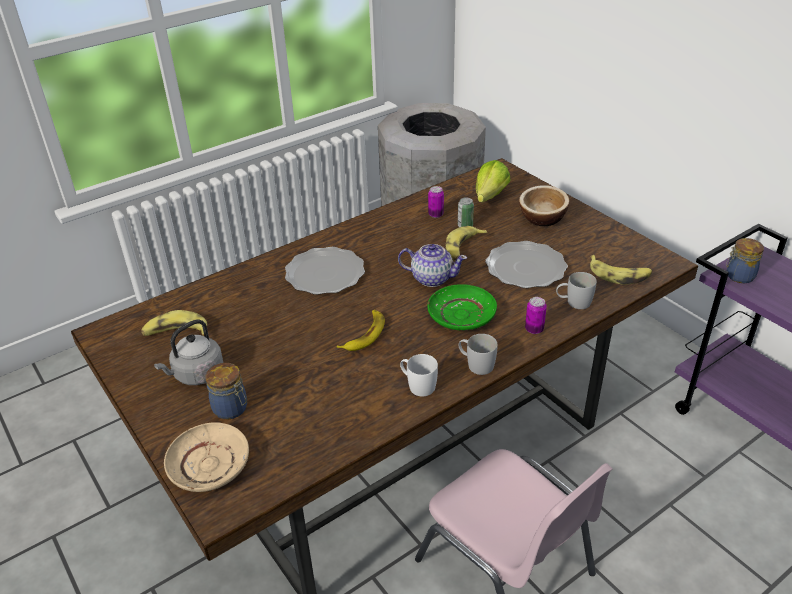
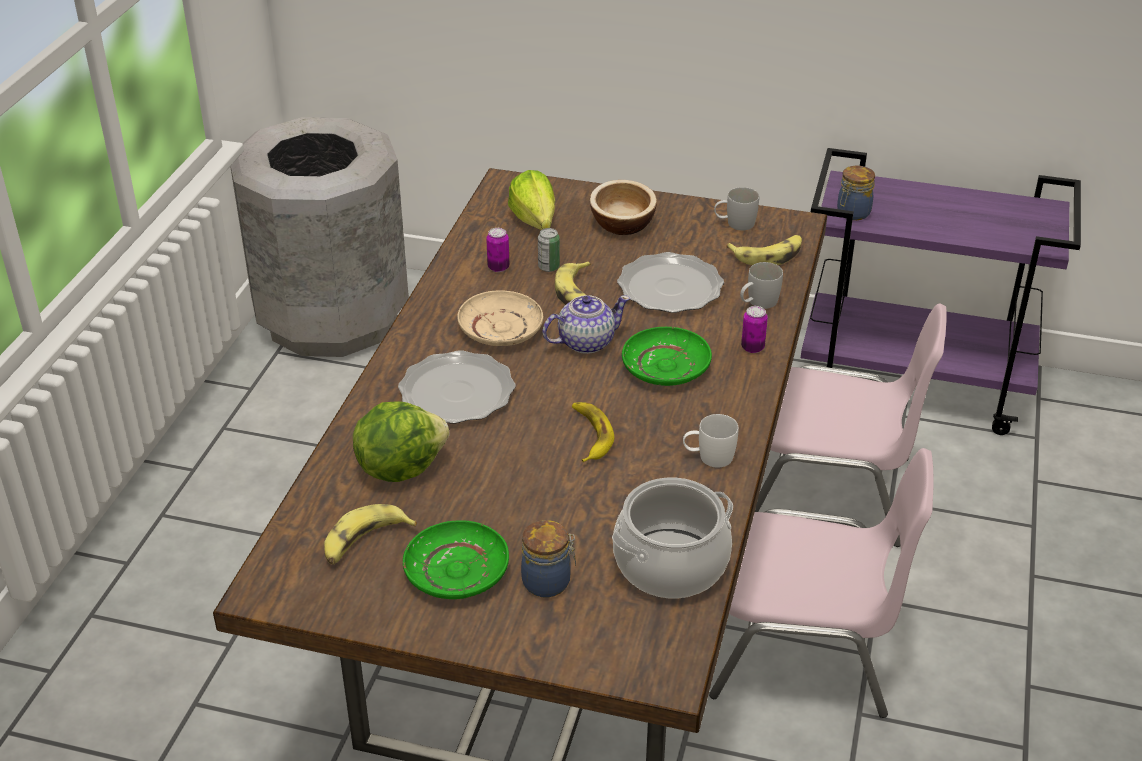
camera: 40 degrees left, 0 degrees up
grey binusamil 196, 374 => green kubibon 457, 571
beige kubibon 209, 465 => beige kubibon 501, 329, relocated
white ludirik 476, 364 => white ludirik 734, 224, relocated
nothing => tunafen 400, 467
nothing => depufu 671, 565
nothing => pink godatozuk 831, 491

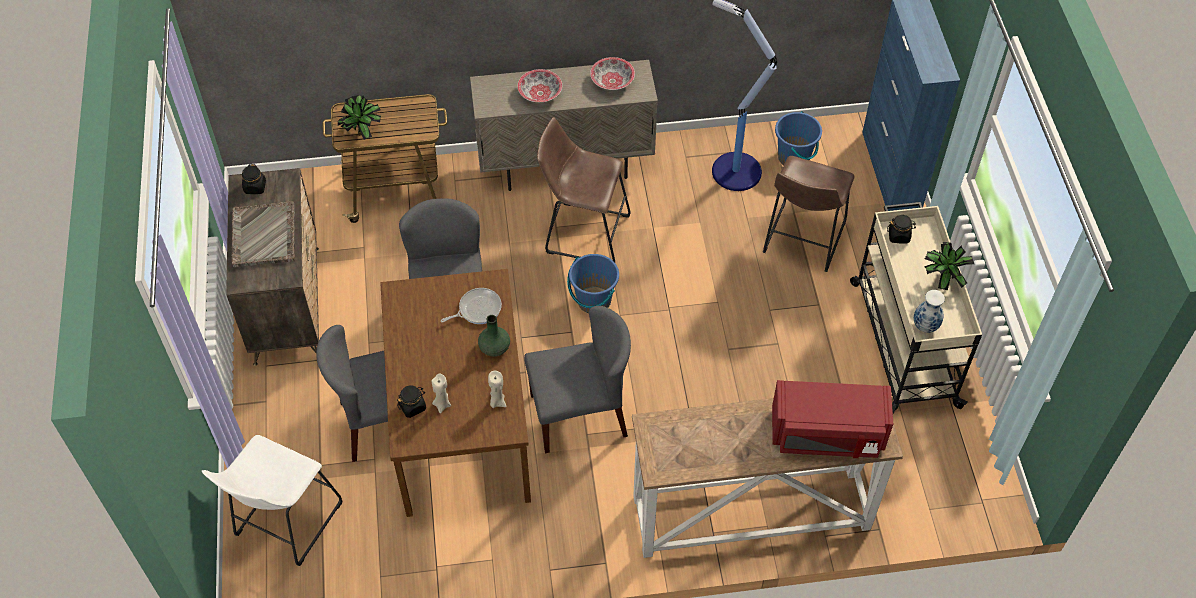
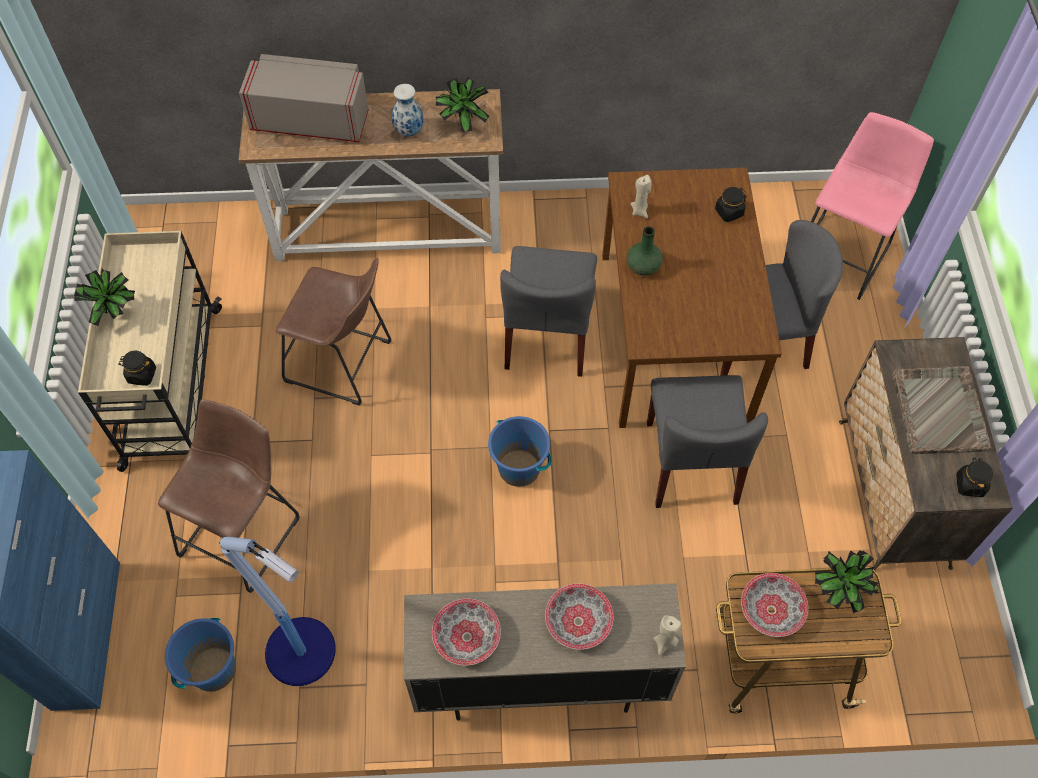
camera: 175 degrees left, 5 degrees up
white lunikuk 285, 523 => pink lunikuk 843, 253
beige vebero 442, 404 => beige vebero 665, 642, relocated
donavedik 477, 309 => nothing
grey godatozuk 579, 414 => grey godatozuk 547, 335, 75 degrees counterclockwise
brown lunikuk 582, 232 => brown lunikuk 344, 364, relocated
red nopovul 827, 435 => grey nopovul 311, 119
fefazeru 924, 326 => fefazeru 409, 131, relocated
nothing => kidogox 462, 125
nothing => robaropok 770, 610

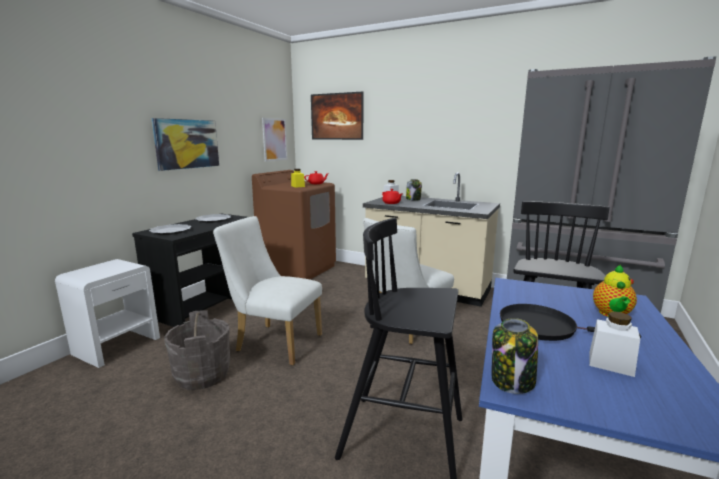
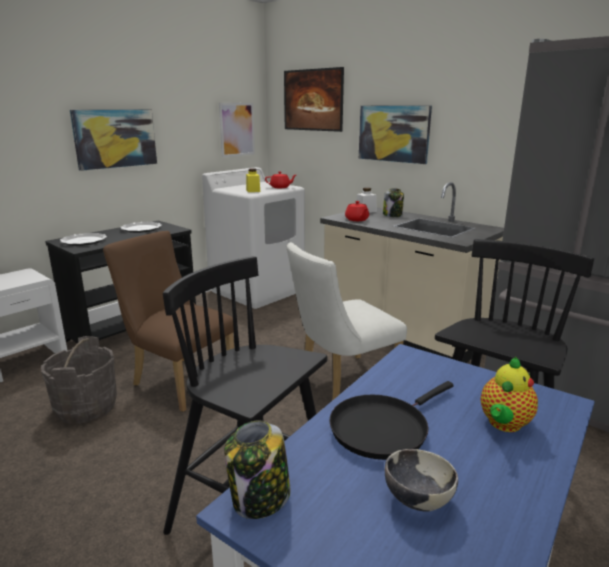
camera: 15 degrees right, 5 degrees up
white godatozuk 274, 342 => brown godatozuk 179, 380
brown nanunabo 298, 269 => white nanunabo 258, 291
black donavedik 542, 327 => black donavedik 382, 428, 75 degrees counterclockwise
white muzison 610, 363 => robaropok 417, 499
nothing => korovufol 393, 133

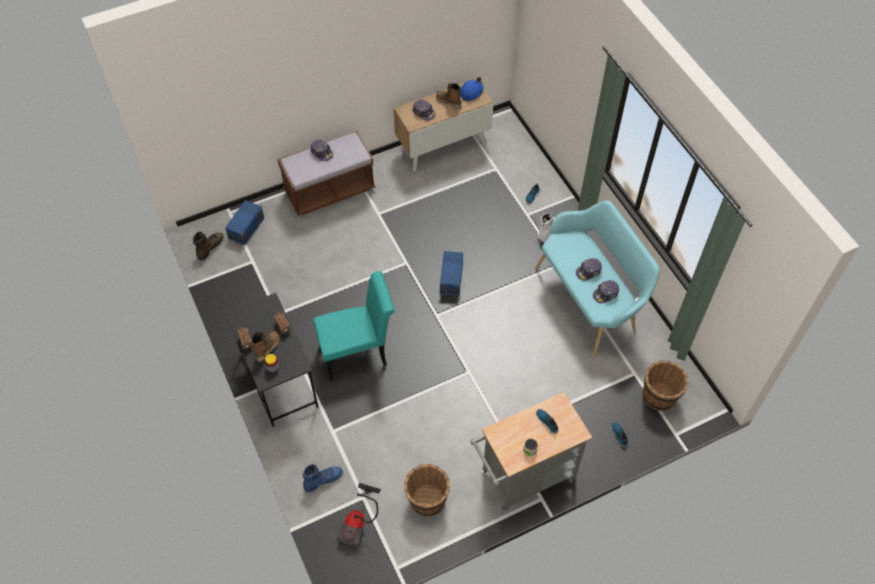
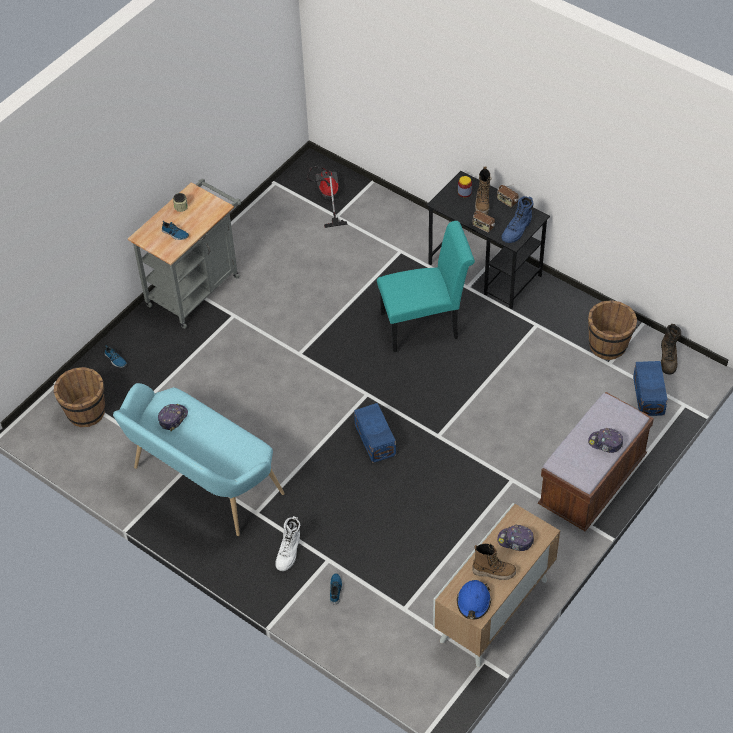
camera: 155 degrees right, 5 degrees down
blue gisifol 323, 479 => blue gisifol 517, 230, relocated
turquoise godatozuk 358, 352 => turquoise godatozuk 425, 325, 150 degrees counterclockwise
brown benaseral 427, 500 => brown benaseral 608, 345, relocated
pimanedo 588, 272 => nothing

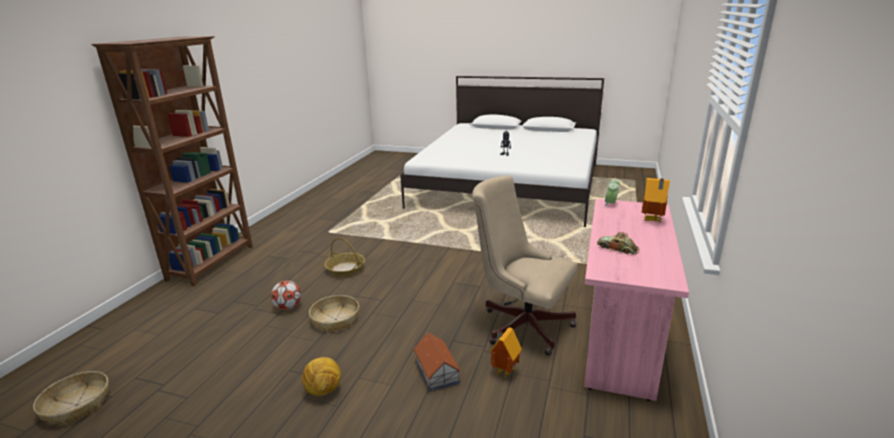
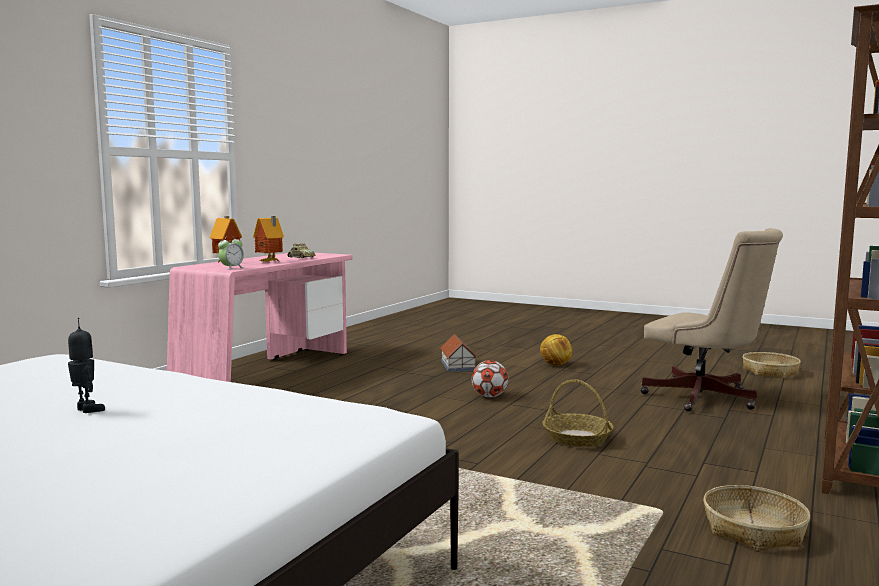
camera: 170 degrees left, 15 degrees down
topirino 288, 307 => topirino 489, 396, relocated
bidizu 335, 319 => bidizu 753, 530, relocated
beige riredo 521, 324 => beige riredo 706, 399, relocated
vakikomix 503, 371 => vakikomix 270, 262, relocated

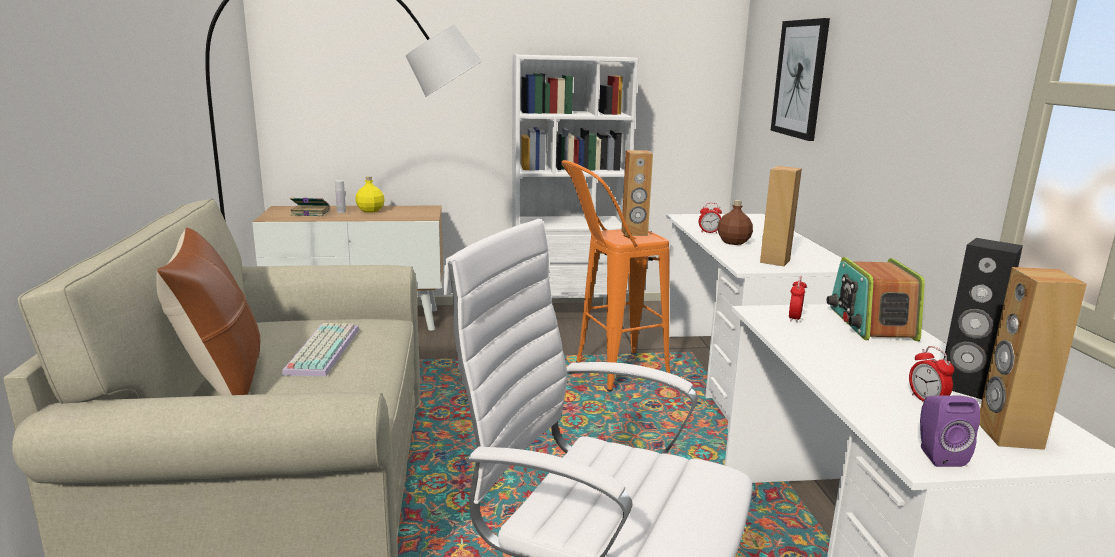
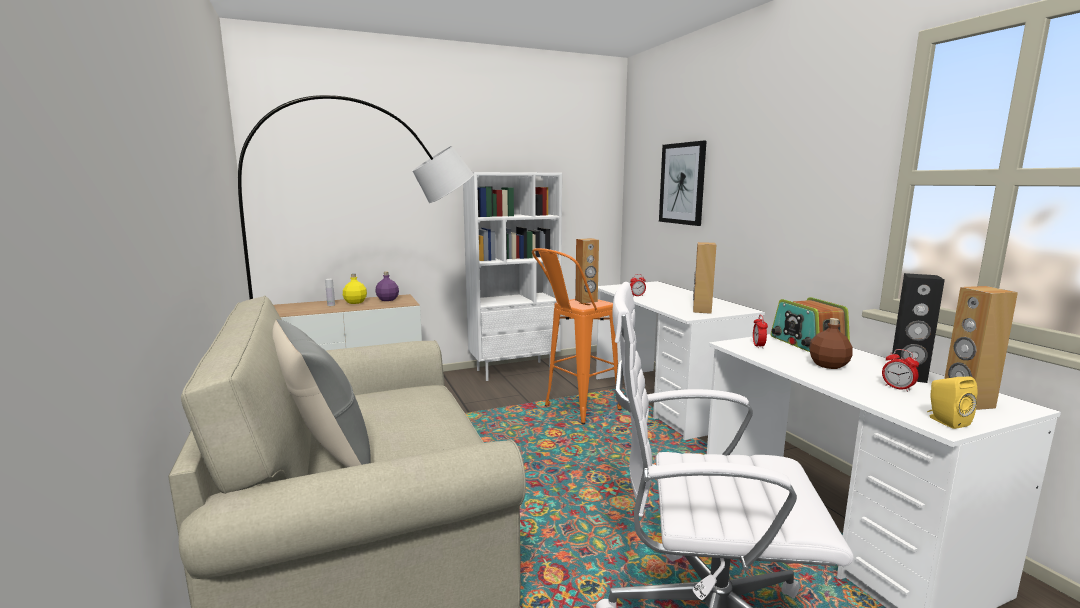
camera: 15 degrees left, 5 degrees down
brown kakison 222, 377 => grey kakison 326, 451
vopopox 321, 350 => nothing
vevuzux 309, 213 => nothing
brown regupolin 734, 242 => brown regupolin 829, 365, relocated
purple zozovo 937, 455 => yellow zozovo 945, 421
nothing => purple regupolin 387, 300

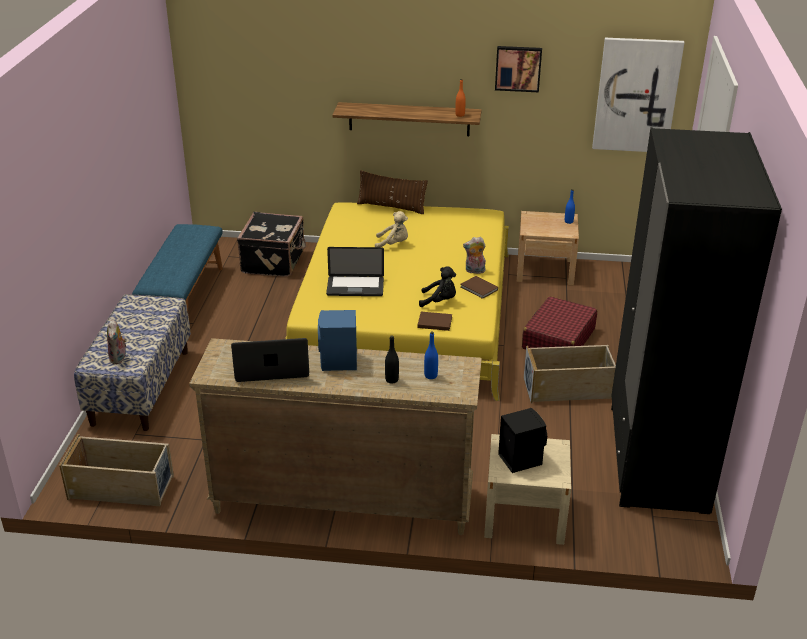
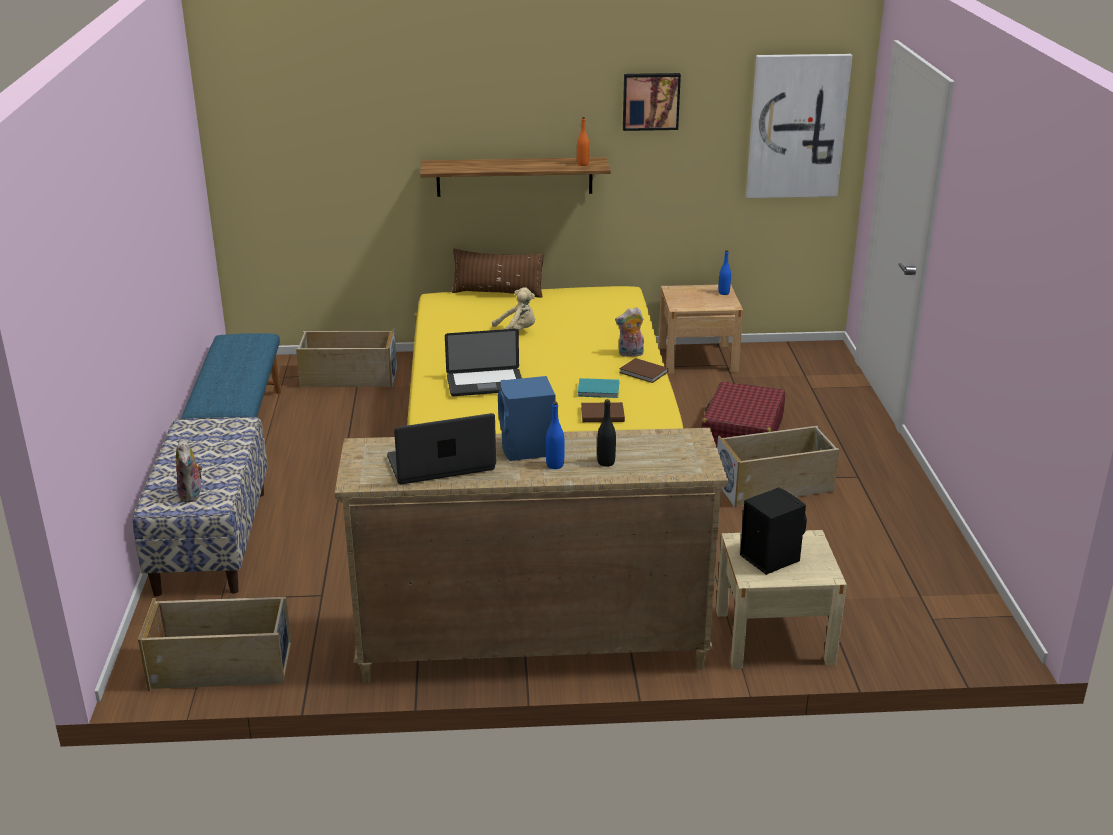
camera: 10 degrees left, 5 degrees down
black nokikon 274, 262 => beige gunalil 348, 378
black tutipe 439, 301 => turquoise vevuzux 599, 390
blue regupolin 430, 375 => blue regupolin 555, 465, relocated
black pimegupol 657, 458 => nothing

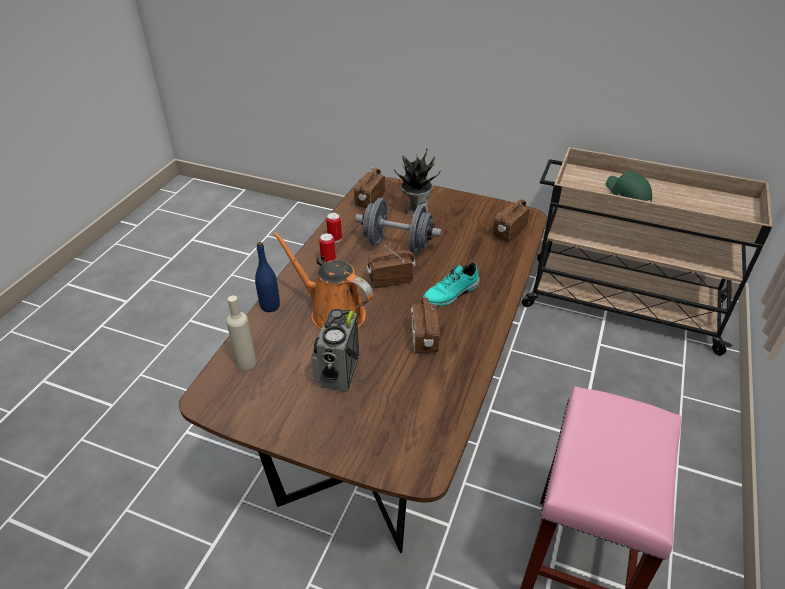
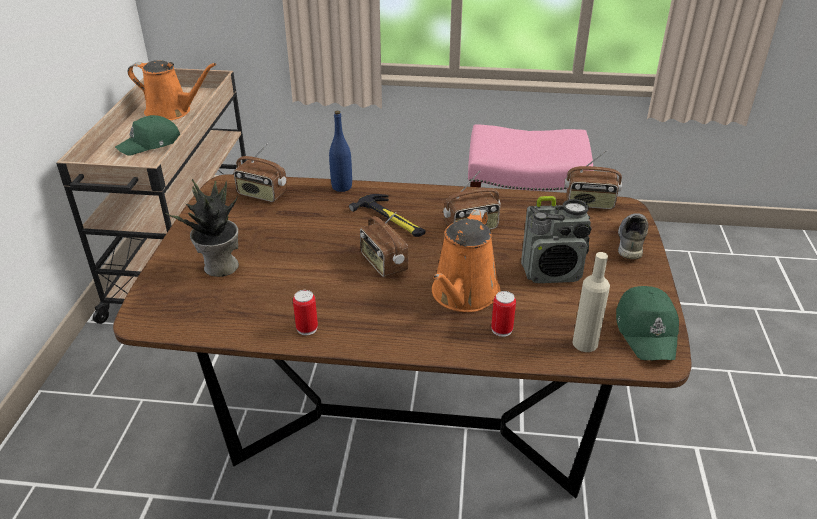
camera: 105 degrees left, 5 degrees down
blue regupolin 270, 306 => blue regupolin 342, 187, relocated
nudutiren 328, 260 => nudutiren 501, 329, relocated
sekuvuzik 369, 200 => sekuvuzik 589, 204, relocated
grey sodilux 397, 244 => nothing
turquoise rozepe 452, 294 => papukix 391, 219
nothing => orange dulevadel 172, 112
nothing => green pimanedo 647, 331
nothing => grey rozepe 630, 241

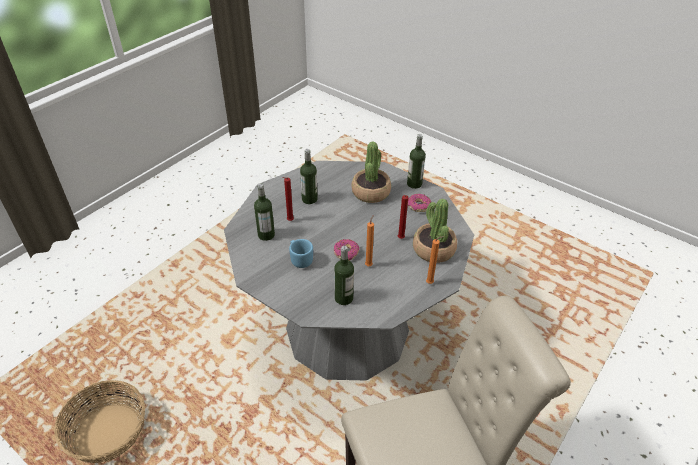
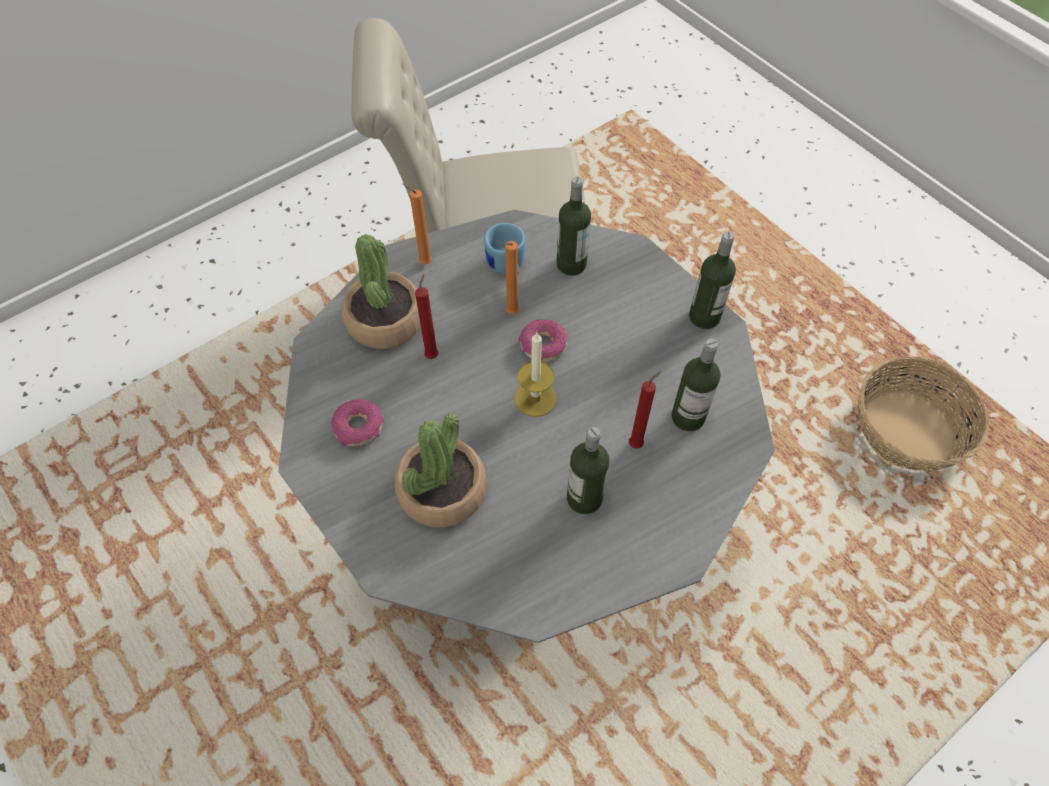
camera: 165 degrees left, 15 degrees up
blue ludirik 300, 259 => blue ludirik 506, 267, relocated
regupolin 414, 184 => regupolin 704, 317, relocated
nothing => vebero 535, 398

